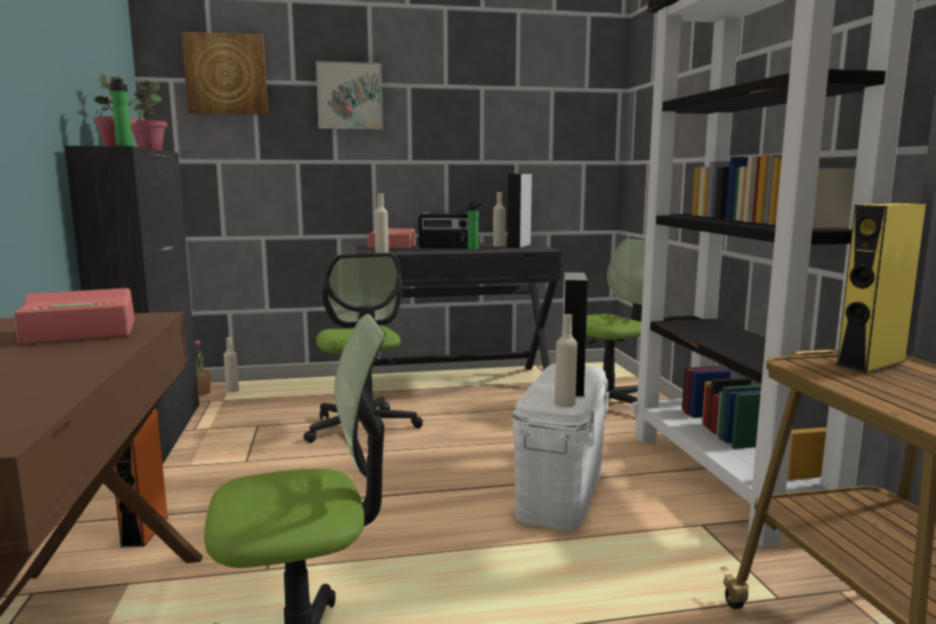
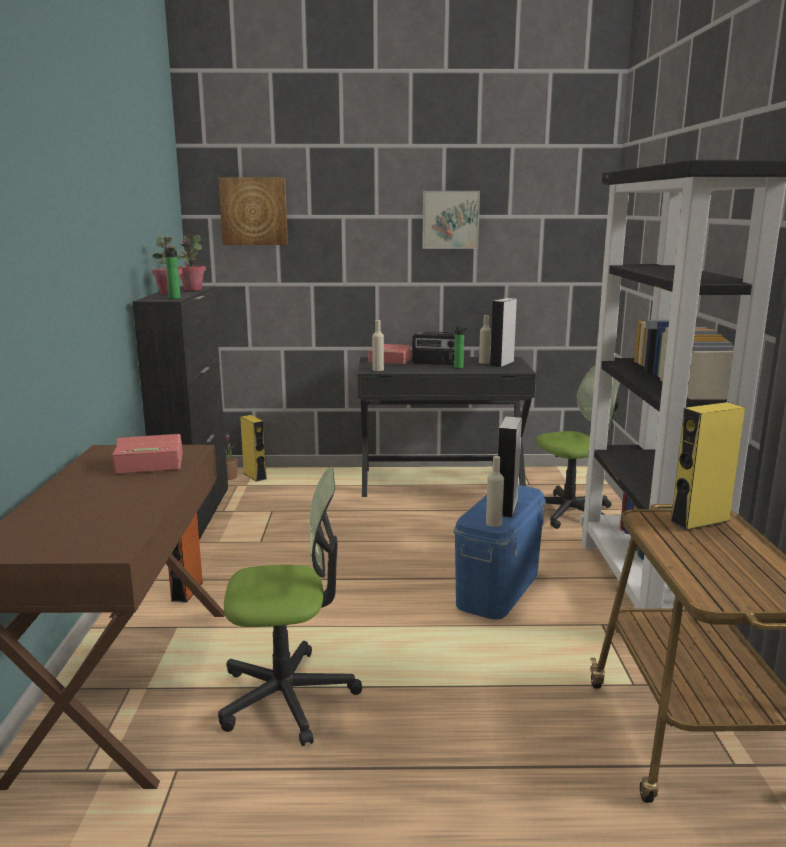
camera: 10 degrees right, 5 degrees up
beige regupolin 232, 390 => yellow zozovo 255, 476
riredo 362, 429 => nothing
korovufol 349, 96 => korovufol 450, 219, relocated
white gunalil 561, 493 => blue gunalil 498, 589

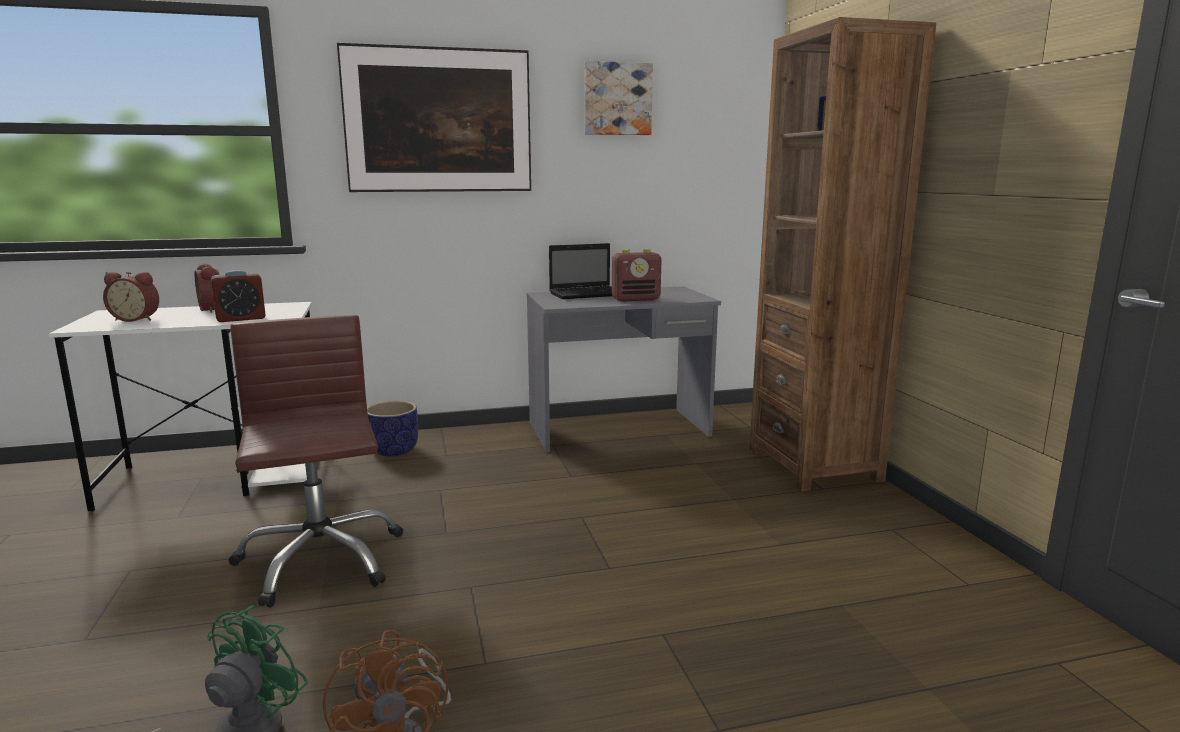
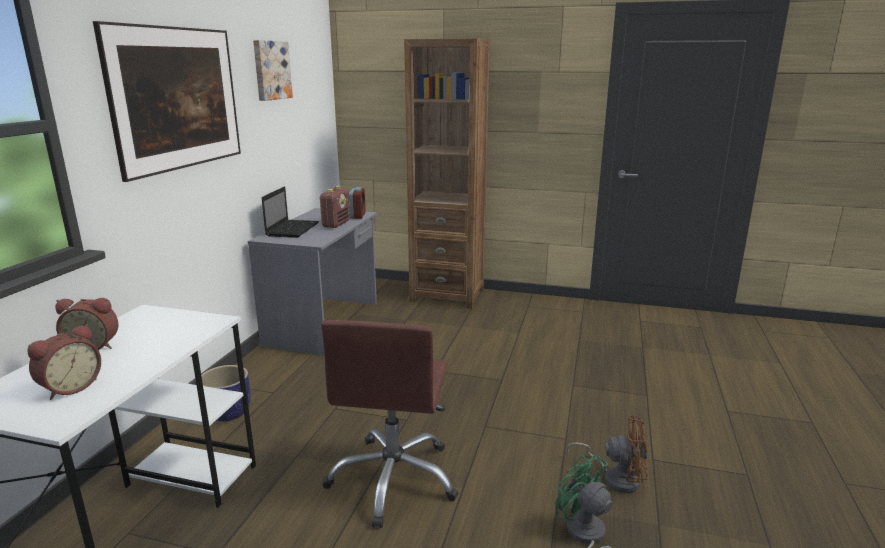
camera: 60 degrees left, 5 degrees up
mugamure 241, 319 => mugamure 357, 215, relocated
brown riredo 319, 560 => brown riredo 394, 479, 90 degrees counterclockwise

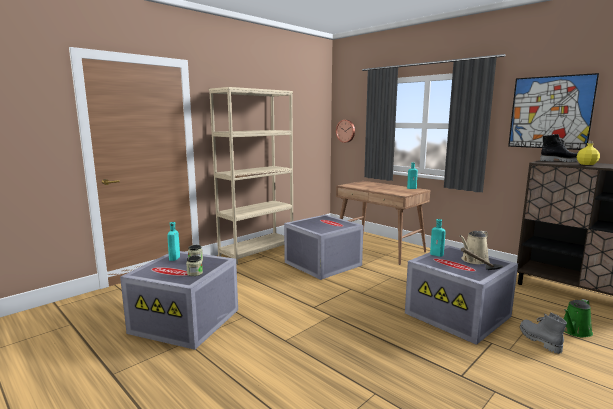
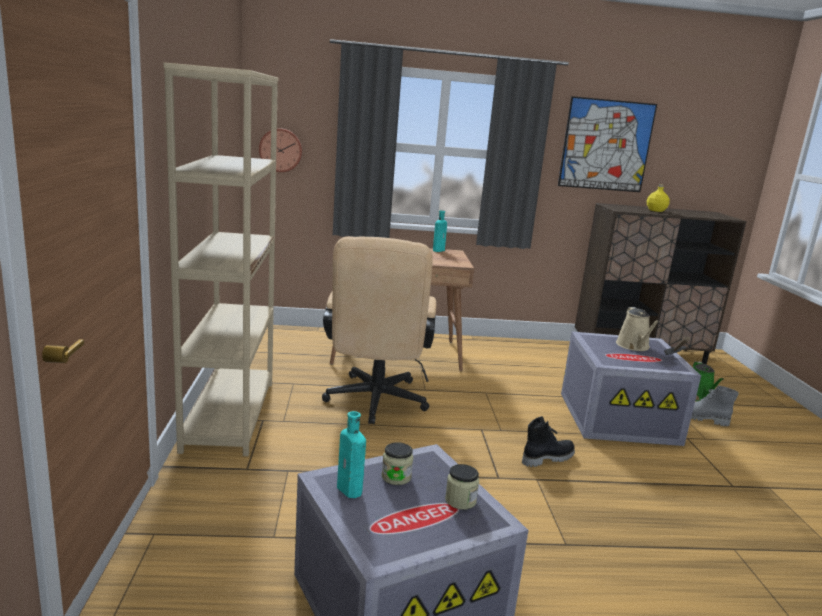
camera: 50 degrees left, 5 degrees up
grey gunalil 321, 264 => beige riredo 375, 403
turquoise regupolin 437, 255 => nothing
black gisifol 560, 161 => black gisifol 547, 458, relocated

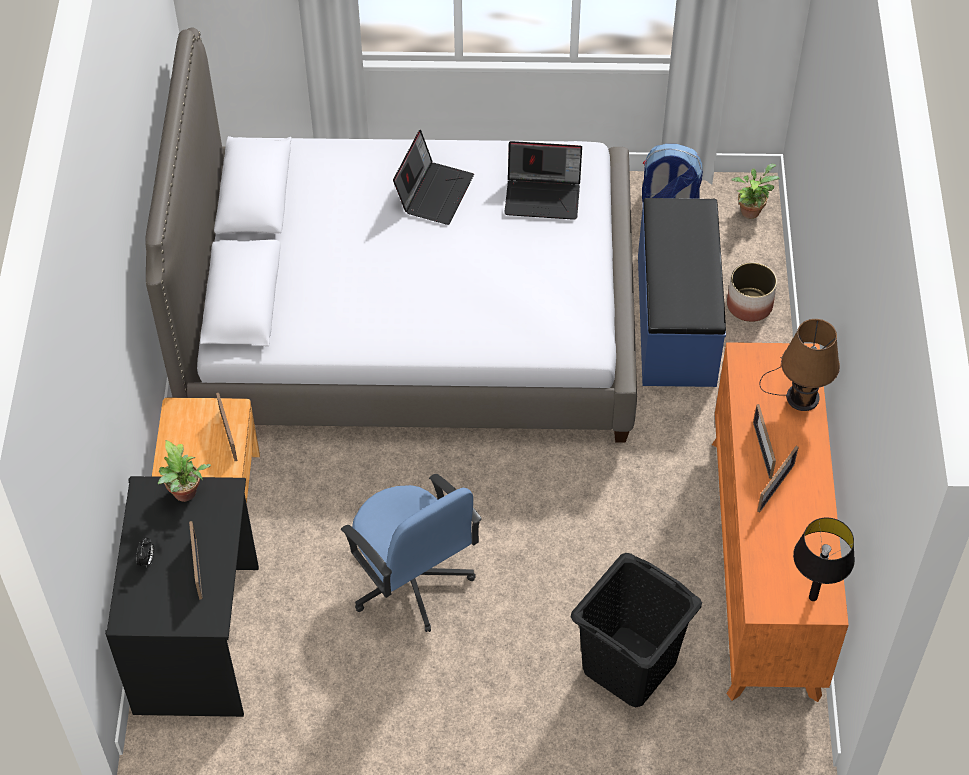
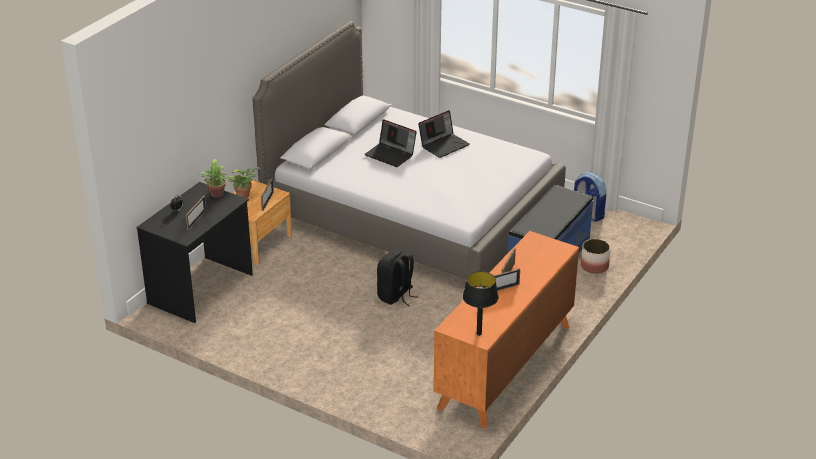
camera: 30 degrees right, 20 degrees down
blue riredo 411, 581 => nothing
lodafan 544, 195 => lodafan 391, 154, relocated
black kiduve 628, 666 => nothing
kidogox 751, 210 => kidogox 244, 195, relocated
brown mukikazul 799, 395 => nothing
nothing => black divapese 396, 296

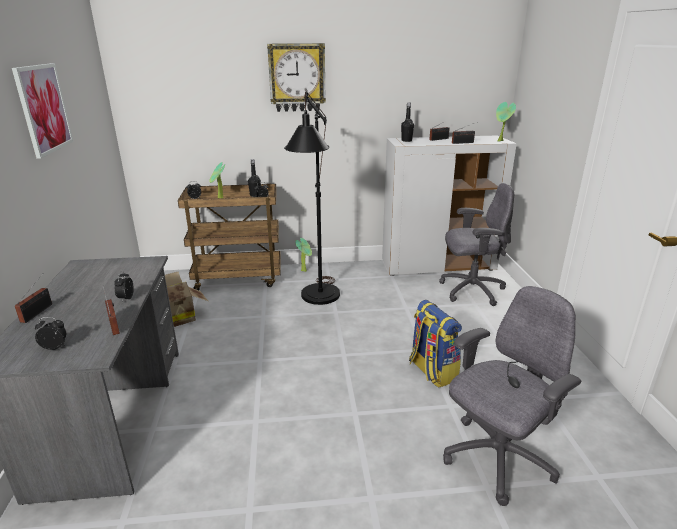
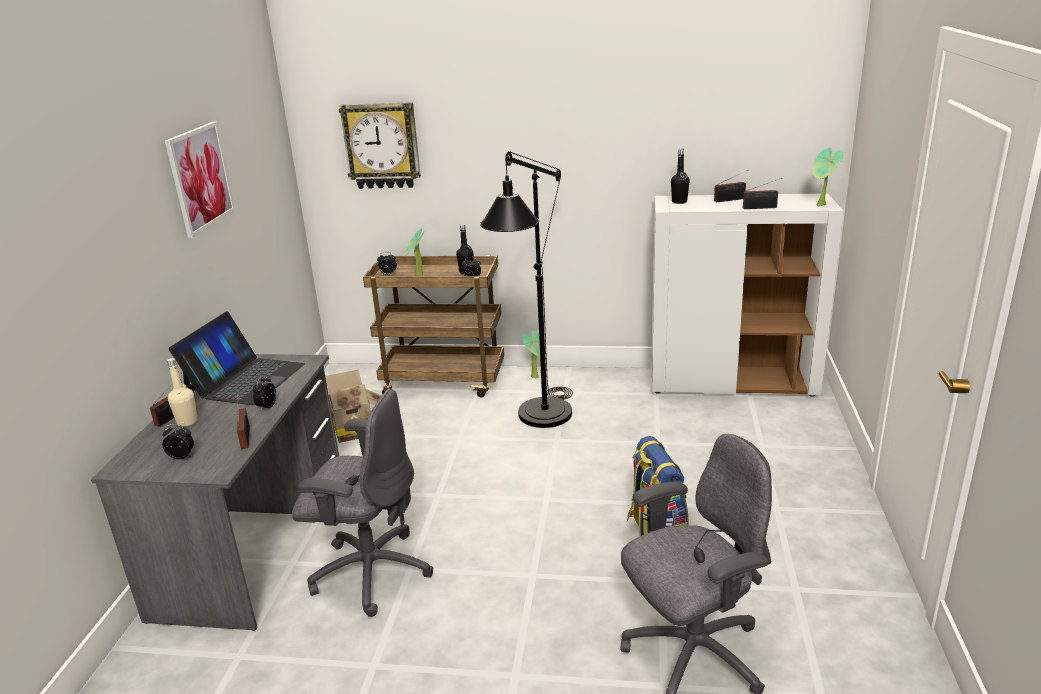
camera: 15 degrees right, 0 degrees up
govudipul 297, 78 => govudipul 382, 146, relocated
grey riredo 470, 290 => grey riredo 370, 571, relocated
nothing => beige regupolin 187, 422
nothing => lodafan 245, 379

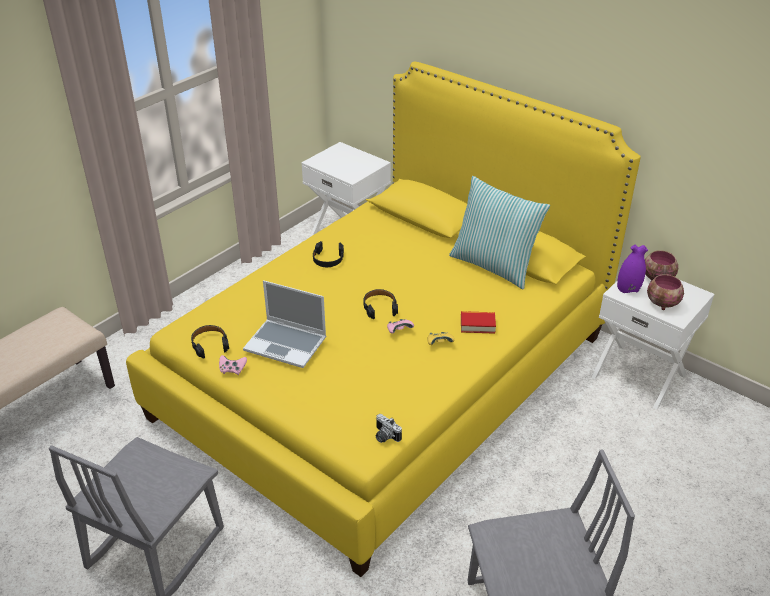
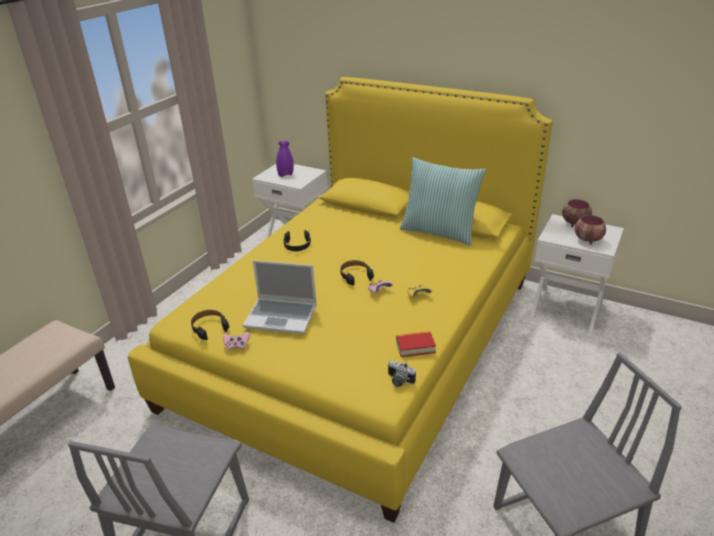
camera: 10 degrees left, 5 degrees down
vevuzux 477, 325 => vevuzux 415, 347, relocated
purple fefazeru 628, 288 => purple fefazeru 286, 174, relocated

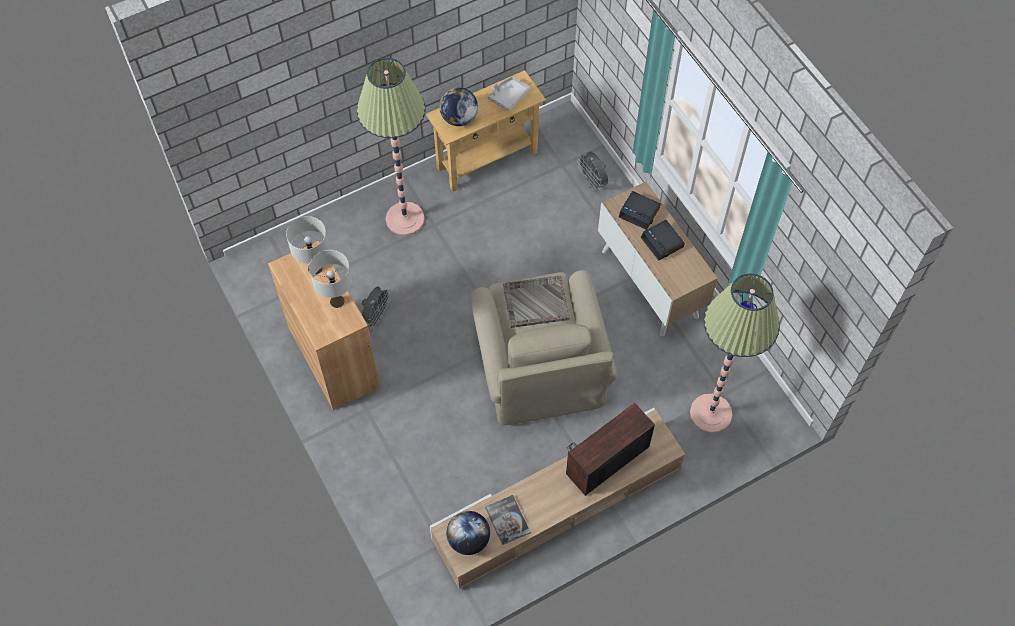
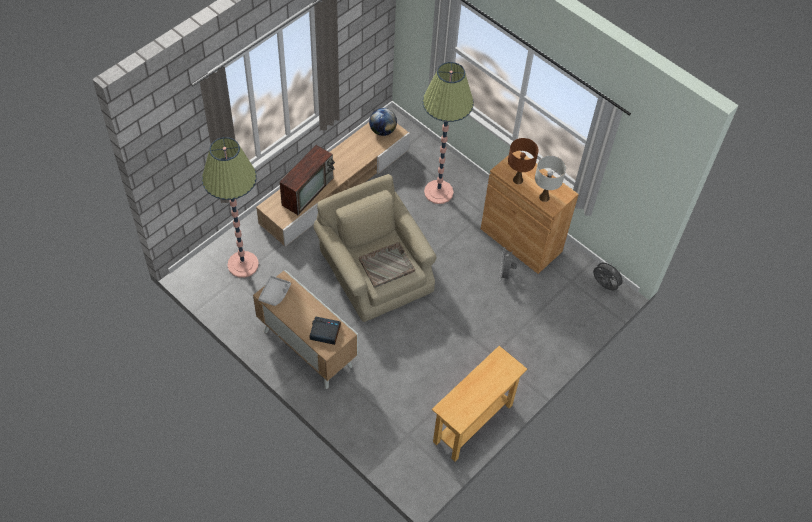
camera: 160 degrees right, 5 degrees down
white mukikazul 337, 301 => brown mukikazul 517, 180
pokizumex 405, 219 => pokizumex 438, 192, relocated
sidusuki 459, 118 => nothing
vevuzux 507, 520 => nothing
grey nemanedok 508, 96 => grey nemanedok 275, 293, relocated
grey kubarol 592, 182 => grey kubarol 604, 285, relocated
mugamure 662, 242 => nothing

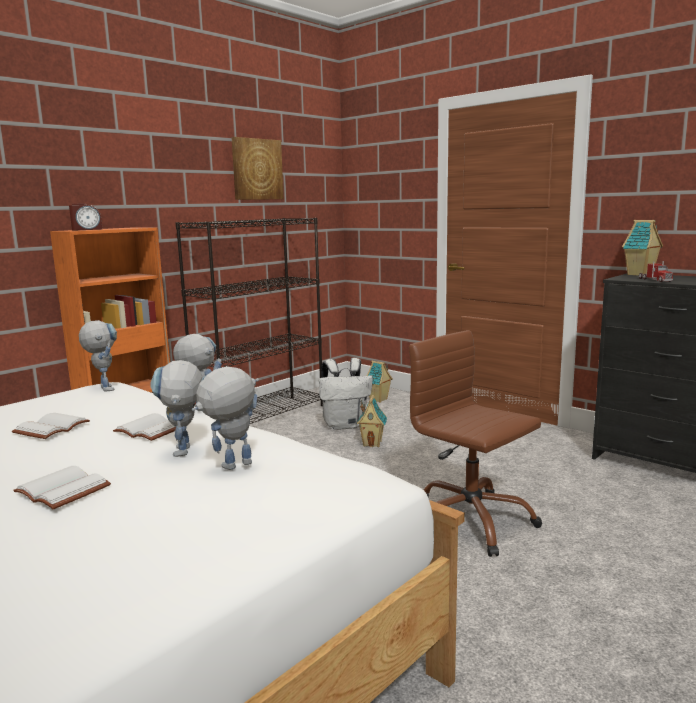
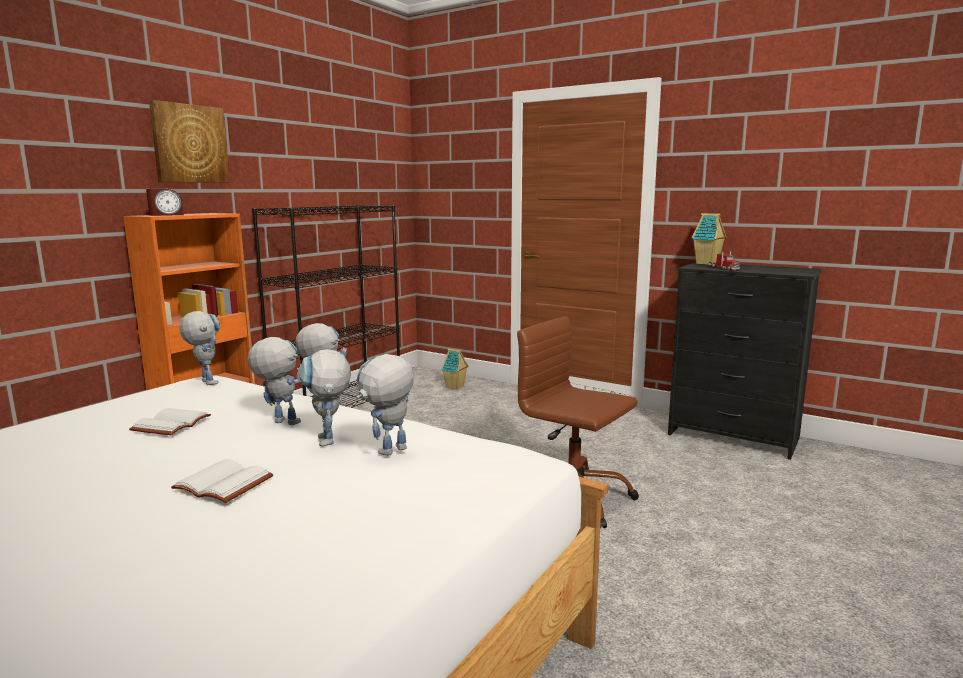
camera: 10 degrees left, 0 degrees up
white vevuzux 148, 430 => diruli 279, 422
korovufol 256, 169 => korovufol 189, 144, relocated
white divapese 345, 425 => nothing
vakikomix 372, 443 => nothing

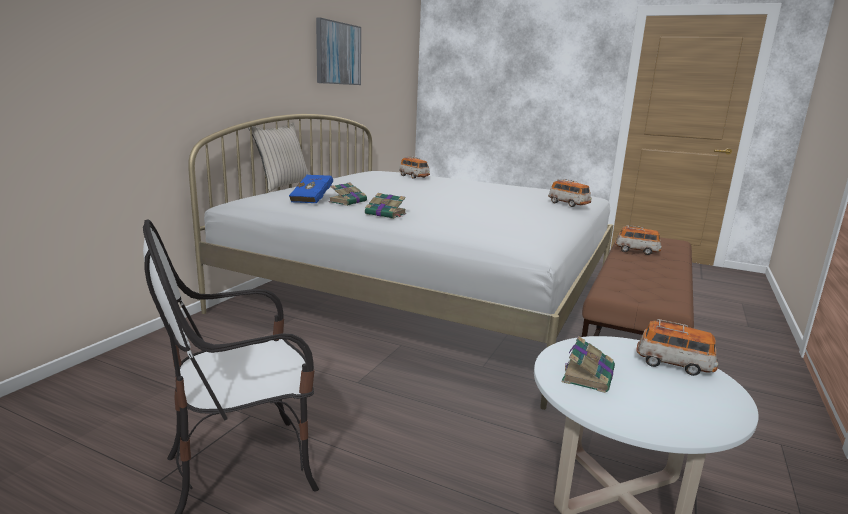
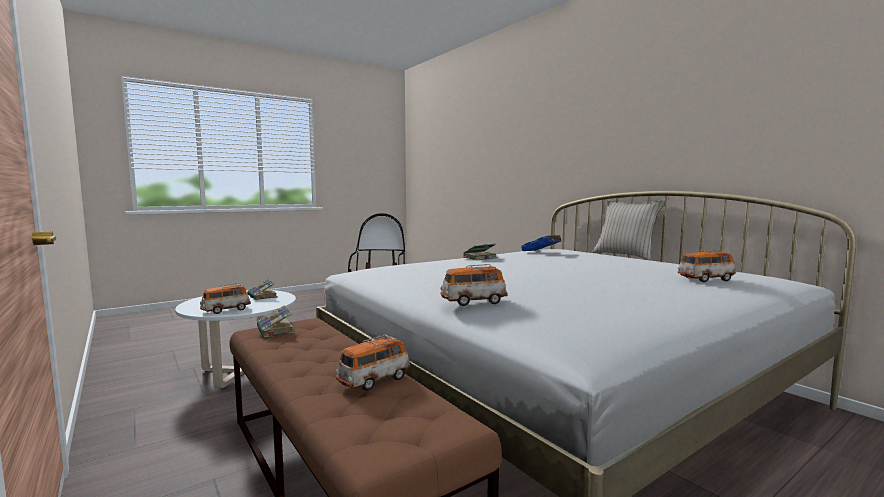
camera: 120 degrees right, 10 degrees down
korovufol 338, 53 => nothing
vevuzux 348, 201 => vevuzux 276, 330, relocated

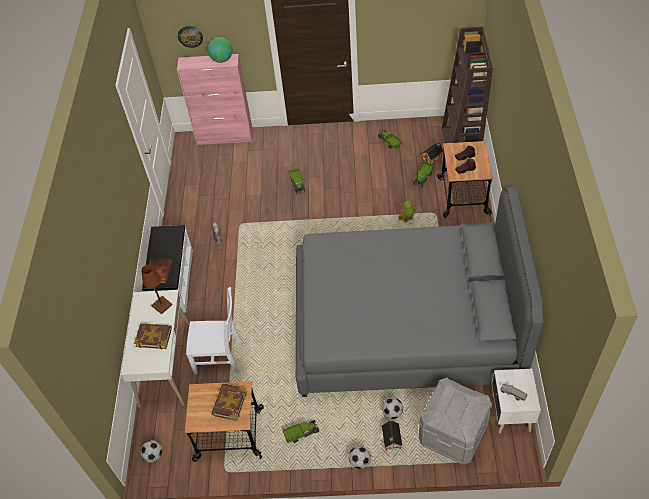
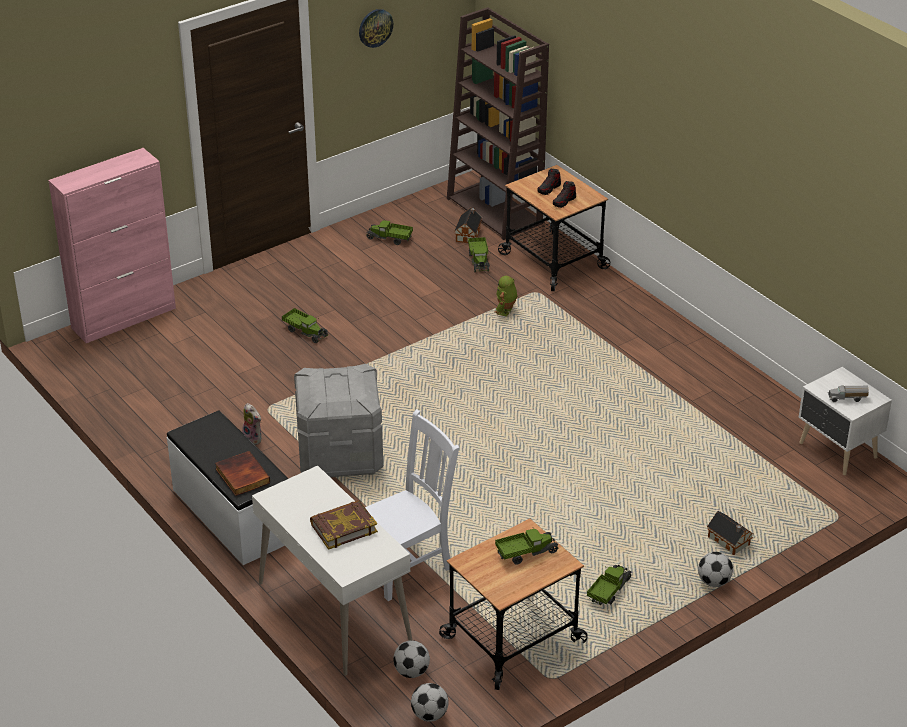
camera: 40 degrees left, 15 degrees down
brown mukikazul 162, 305 => nothing
govudipul 190, 36 => govudipul 375, 27, relocated
sidusuki 222, 59 => nothing
vevuzux 229, 403 => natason 526, 553
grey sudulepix 405, 325 => nothing
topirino 392, 413 => topirino 412, 672, relocated
grey gunalil 452, 434 => grey gunalil 340, 455, relocated

